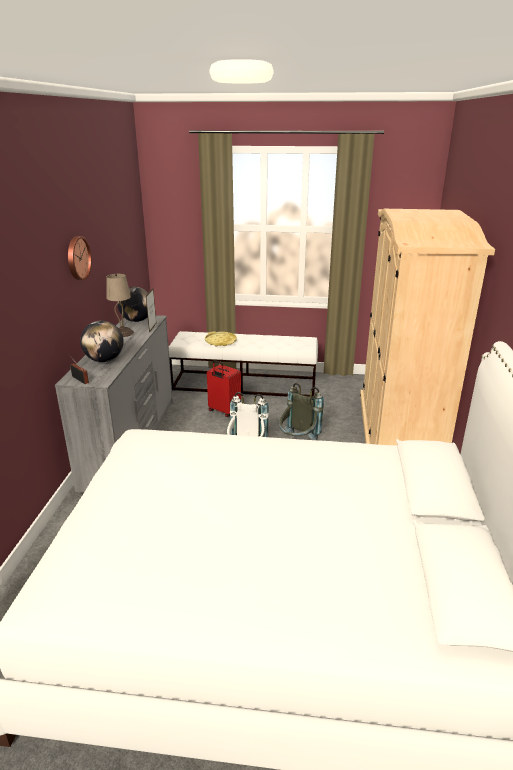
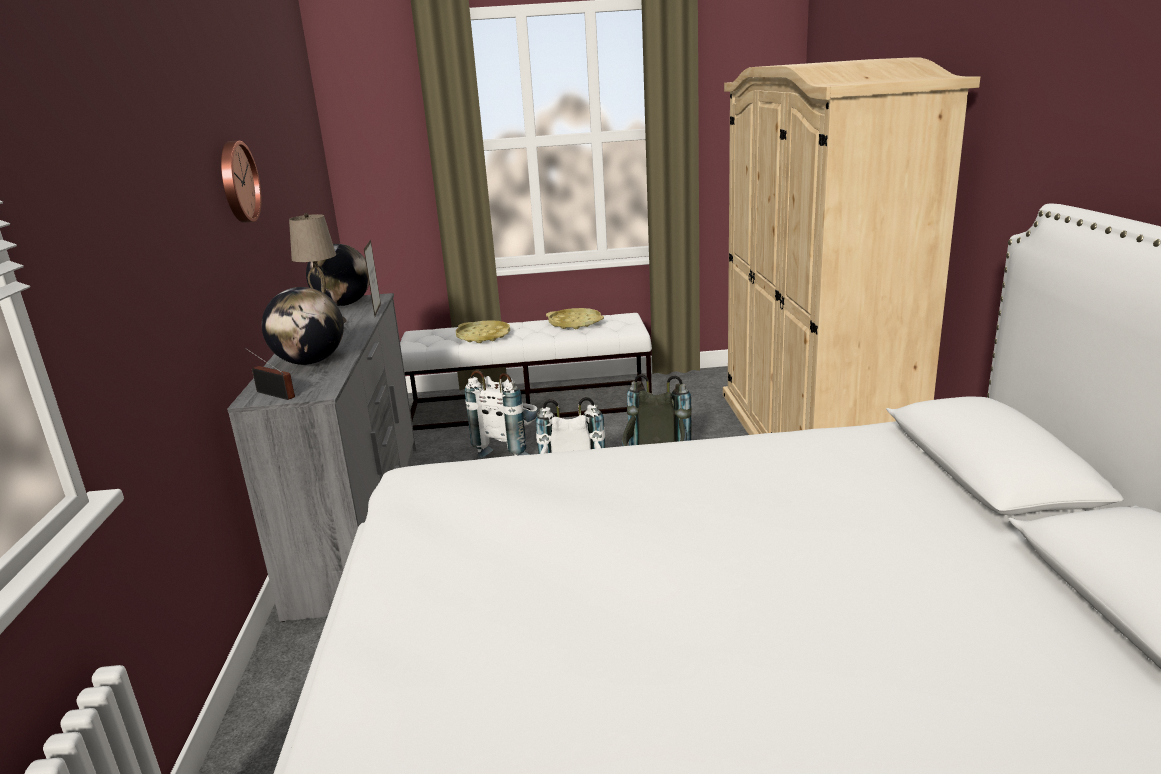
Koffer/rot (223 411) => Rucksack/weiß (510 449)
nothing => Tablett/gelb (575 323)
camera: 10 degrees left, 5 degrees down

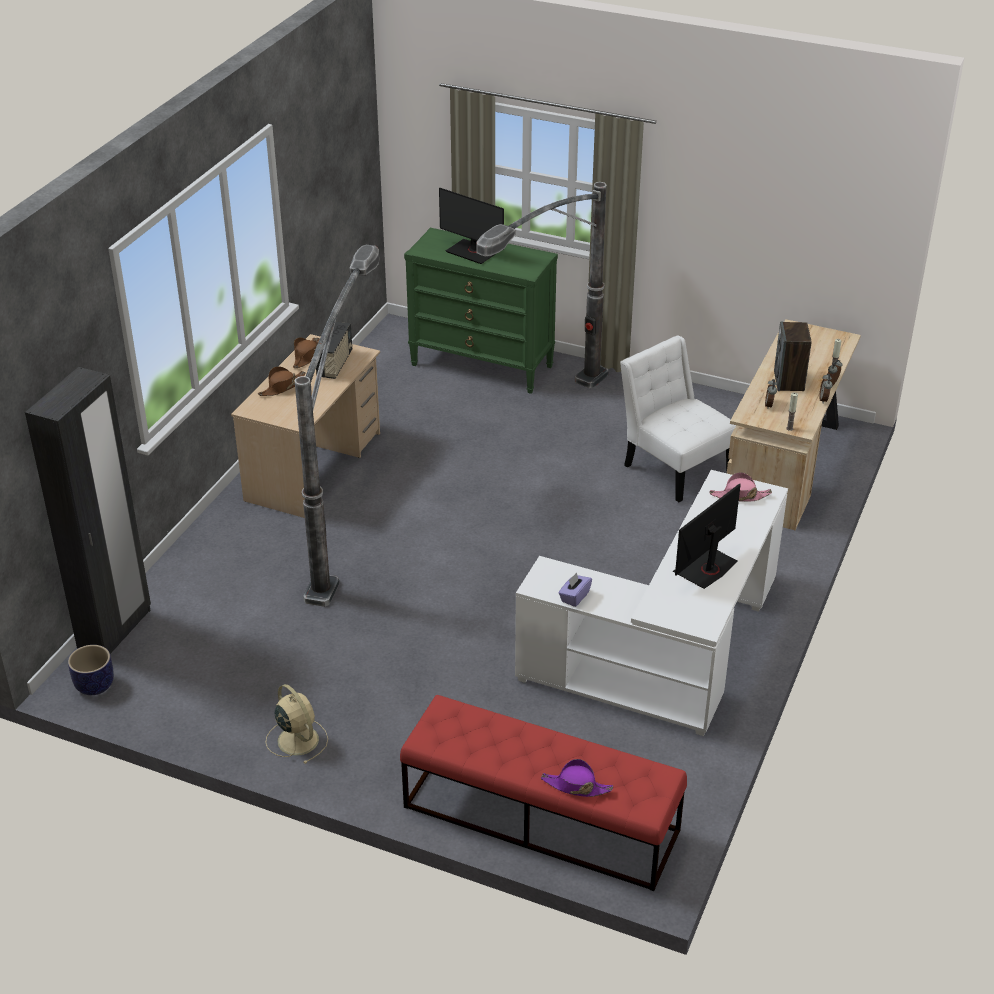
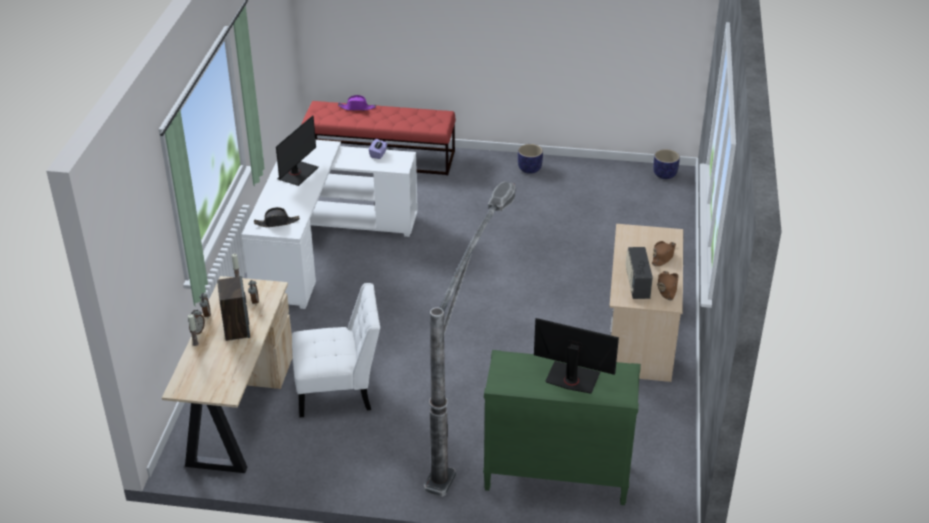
Kleiderschrank/schwarz (115 631) => nothing
Ventilator/beige (297 739) => Pflanzkübel (530 169)
Stehlampe (350 531) => nothing
Stuhl/weiß (674 466) => Stuhl/weiß (339 390), 45 degrees counterclockwise
Hut/rosa (739 496) => Hut/schwarz (277 222)
camera: 165 degrees right, 0 degrees up

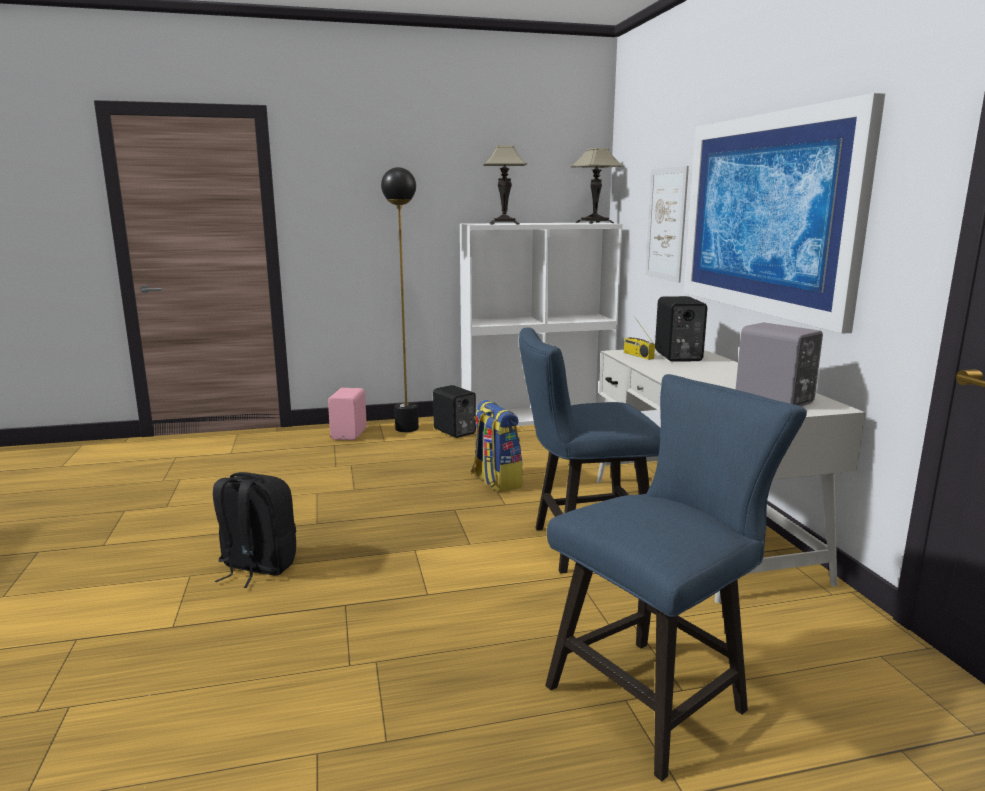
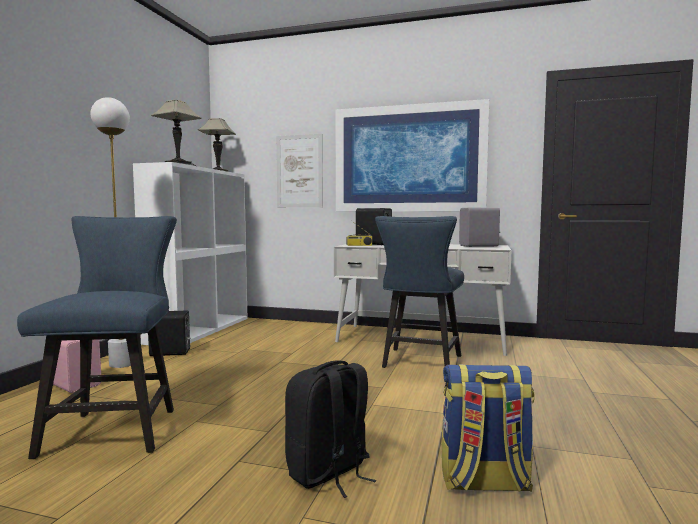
Stehlampe/schwarz (407 429) => Stehlampe/weiß (122 364)
Rucksack (495 481) => Rucksack (484 482), move
Stuhl/blau (656 695) => Stuhl/blau (116 427), move
camera: 60 degrees left, 10 degrees down

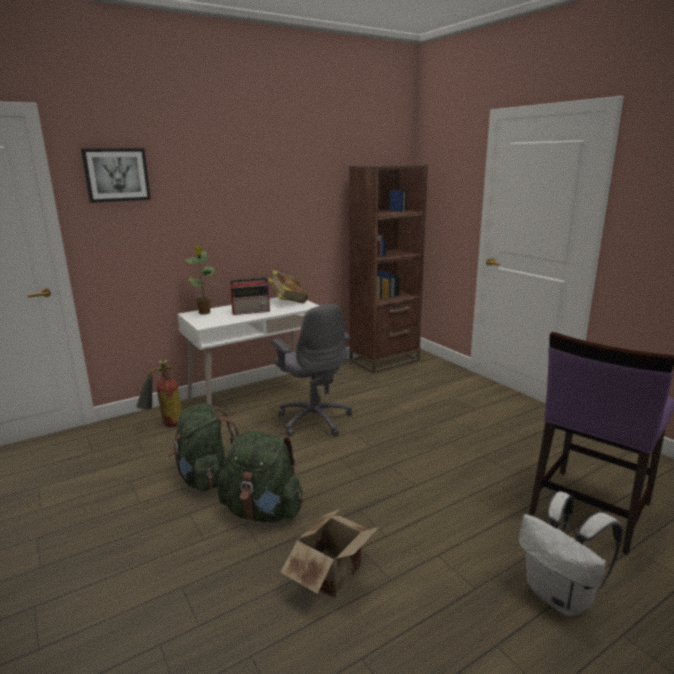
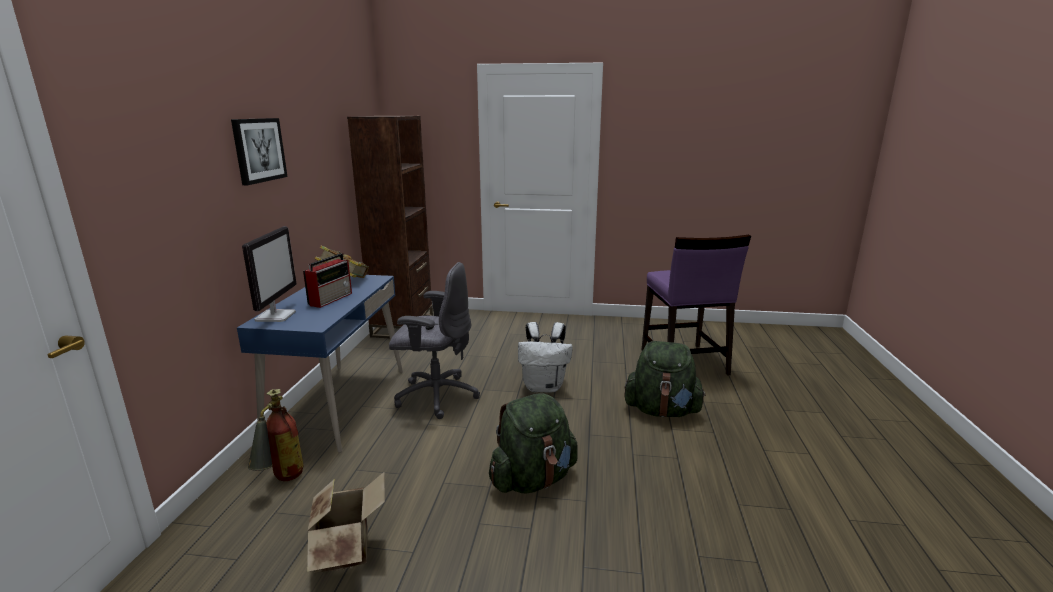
Bild (116 175) => Bild (258 150), move
Rucksack/grün (205 477) => Rucksack/grün (662 411), move
Schreibtisch/weiß (257 397) => Schreibtisch/blau (339 404)
Topfpflanze (204 313) => Monitor (275 316)
Karton (335 576) => Karton (348 549), move
Rucksack/weiß (560 596) => Rucksack/weiß (544 387), move
camera: 50 degrees left, 0 degrees up

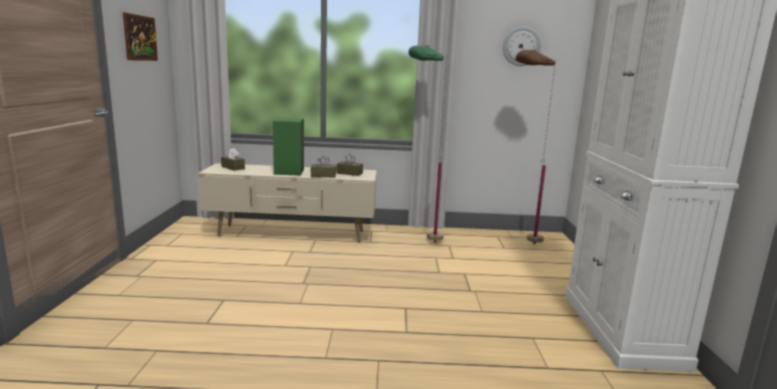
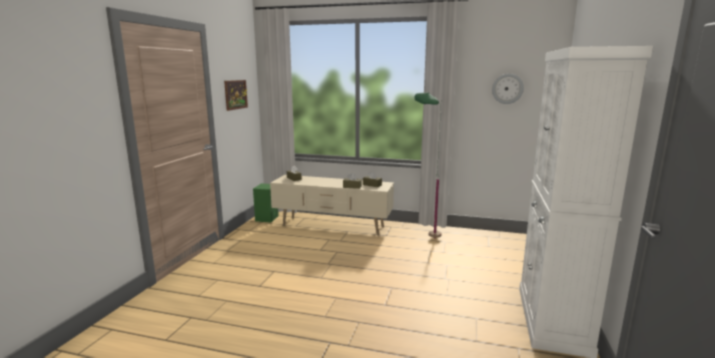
Lautsprecher/grün (289 171) => Lautsprecher/grün (267 218), move
Stehlampe/braun (519 243) => nothing
camera: 15 degrees right, 0 degrees up

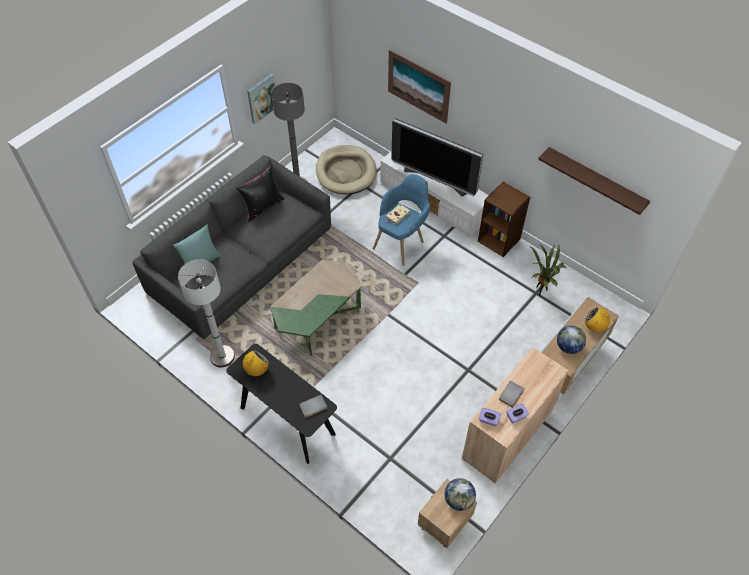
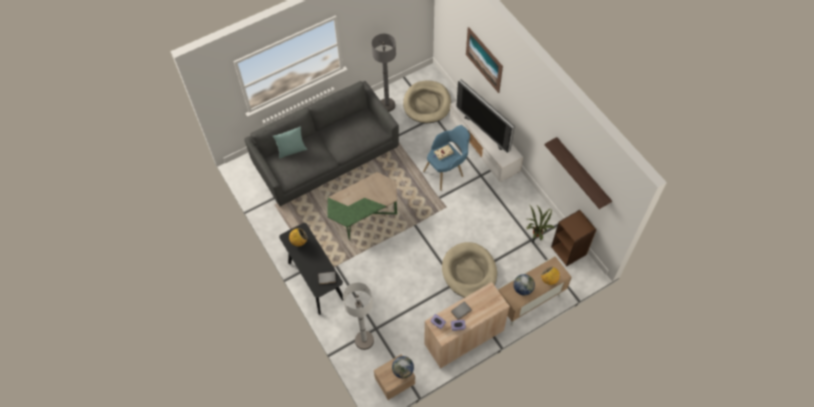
Stehlampe/weiß (222 356) => Stehlampe/weiß (364 340), move
Kissen/schwarz (262 206) => nothing
Bild (261 98) => nothing
Bücherregal/braun (499 240) => Bücherregal/braun (569 250), move
nothing => Hundebett/beige (469 272)
camera: 20 degrees right, 5 degrees up

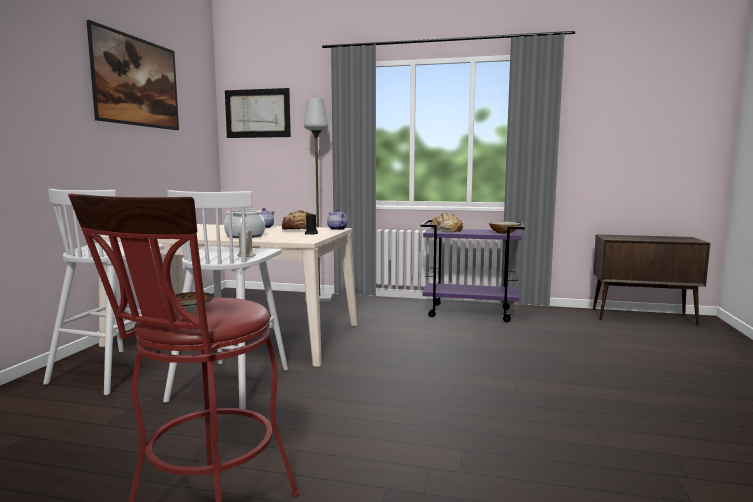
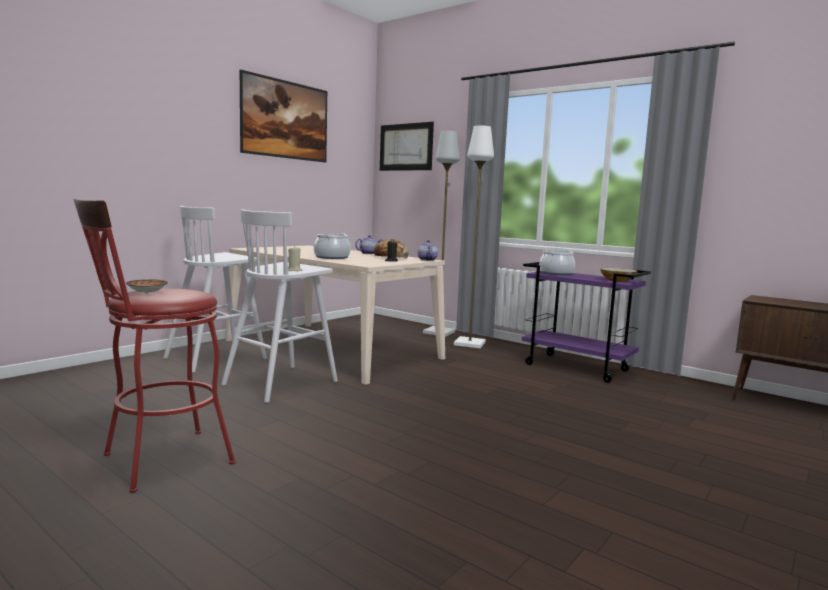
Brot (445 230) => Kochtopf (556 273)
nothing => Stehlampe/weiß (470 343)
camera: 25 degrees right, 0 degrees up

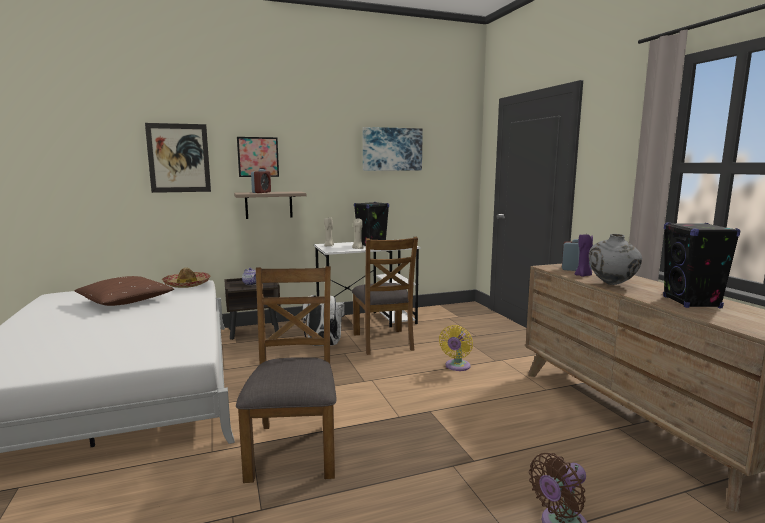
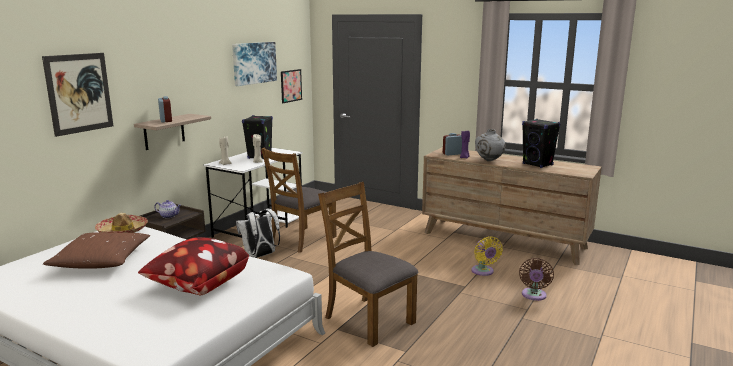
Bild (258 157) => Bild (291 86), move
Stuhl/braun (383 341) => Stuhl/braun (302 239), 90 degrees clockwise
Ventilator/gelb (456 367) => Ventilator/gelb (483 272), move
nothing => Kissen (197 286)
camera: 40 degrees left, 5 degrees up

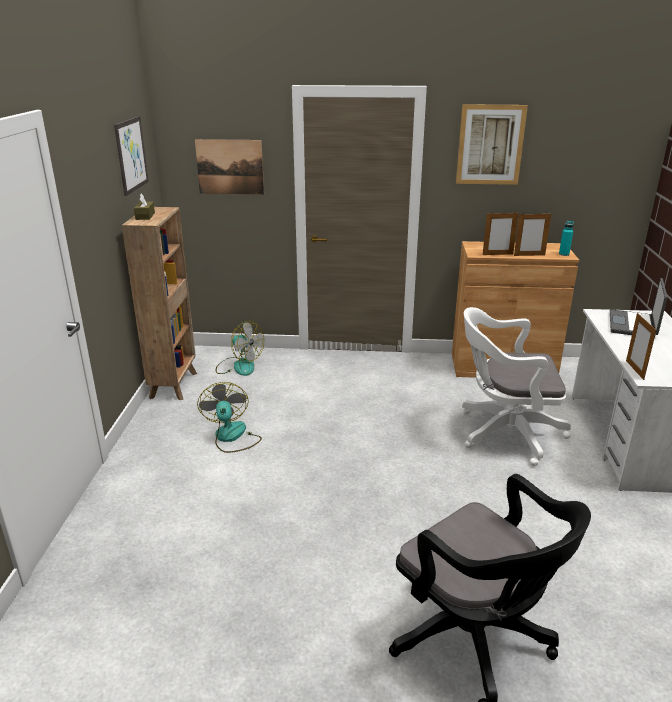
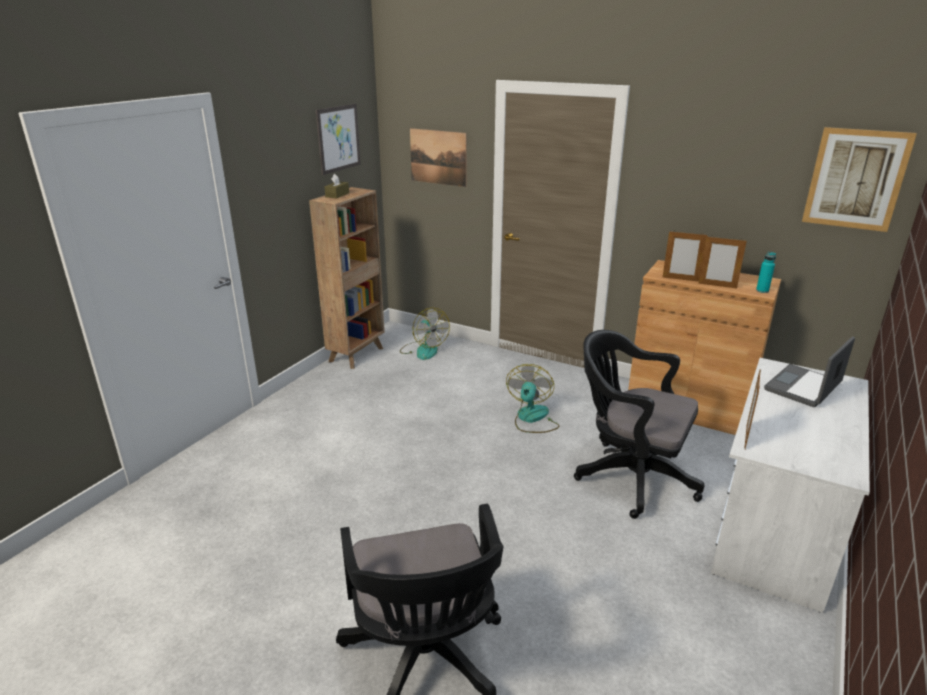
Ventilator (232 437) => Ventilator (532 419), move
Bild (490 145) => Bild (855 179), move
Bürostuhl/weiß (504 433) => Bürostuhl/schwarz (629 476)
camera: 25 degrees right, 0 degrees up

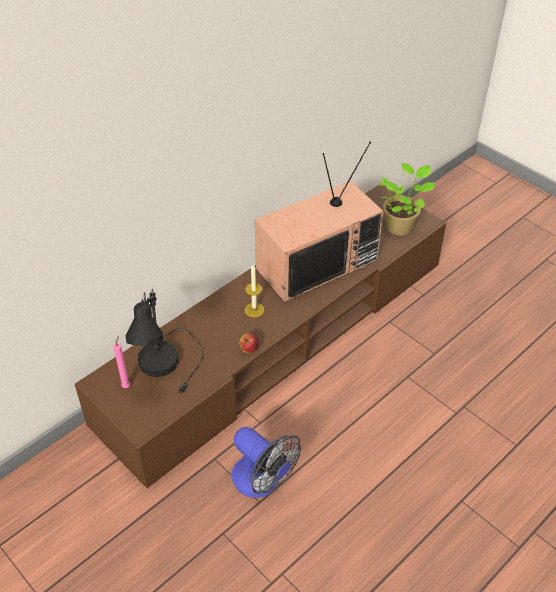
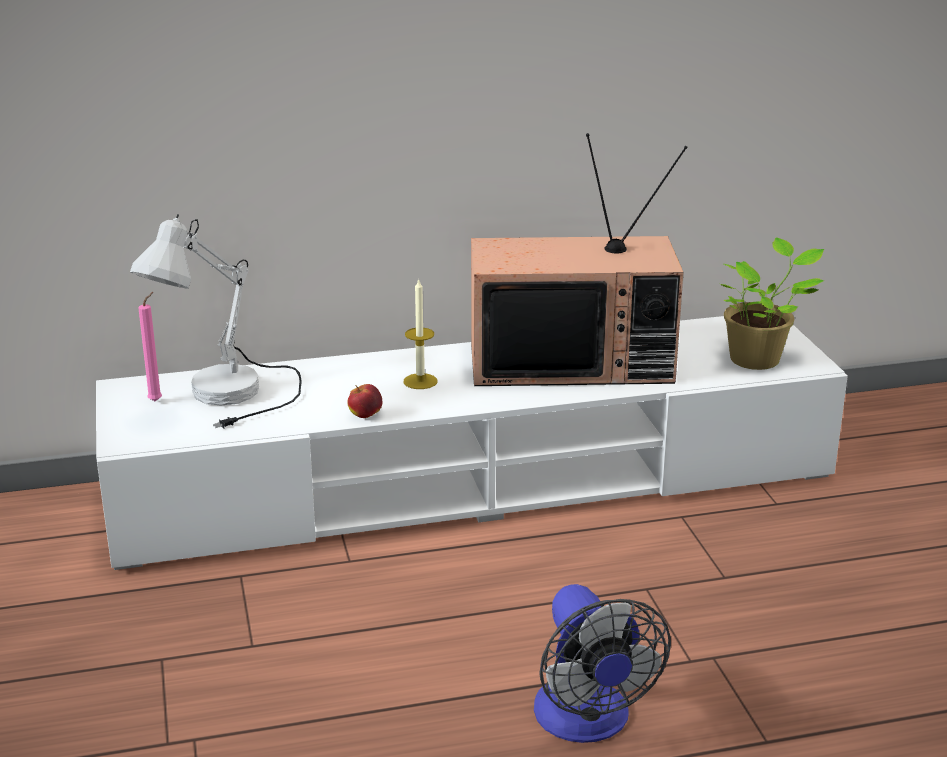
Fernsehschrank/braun (278 340) => Fernsehschrank/weiß (475 483)
Tischlampe/schwarz (169 368) => Tischlampe/weiß (233 401)
Ventilator (262 482) => Ventilator (588 722), move
camera: 30 degrees right, 20 degrees down

